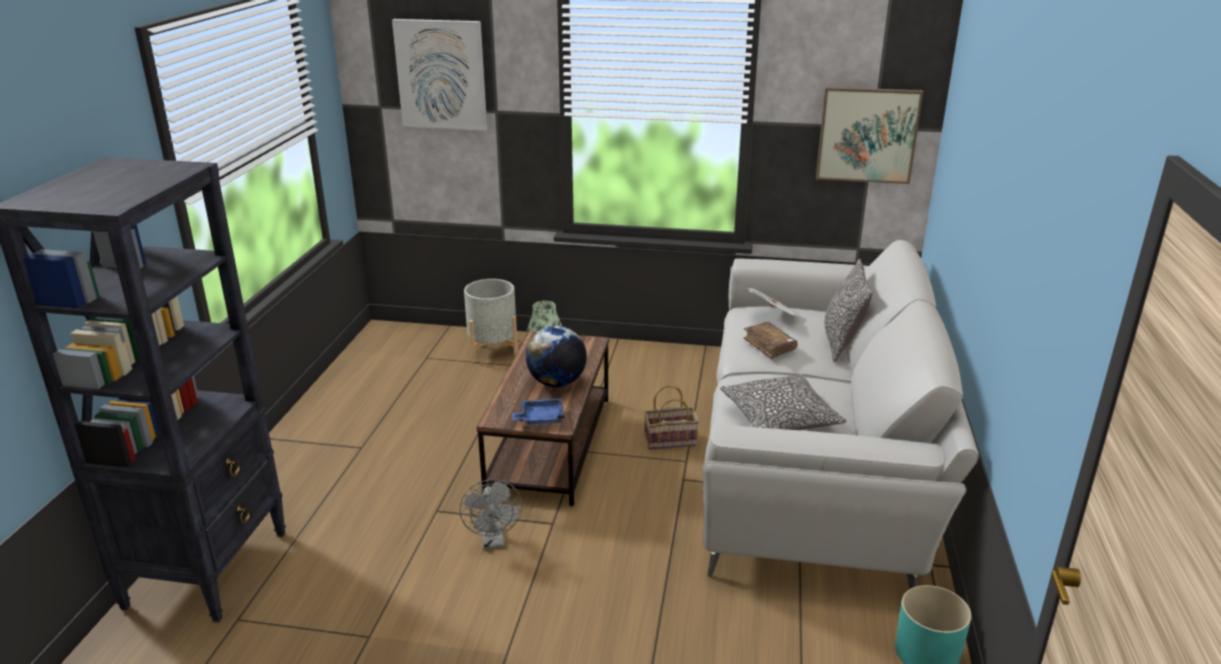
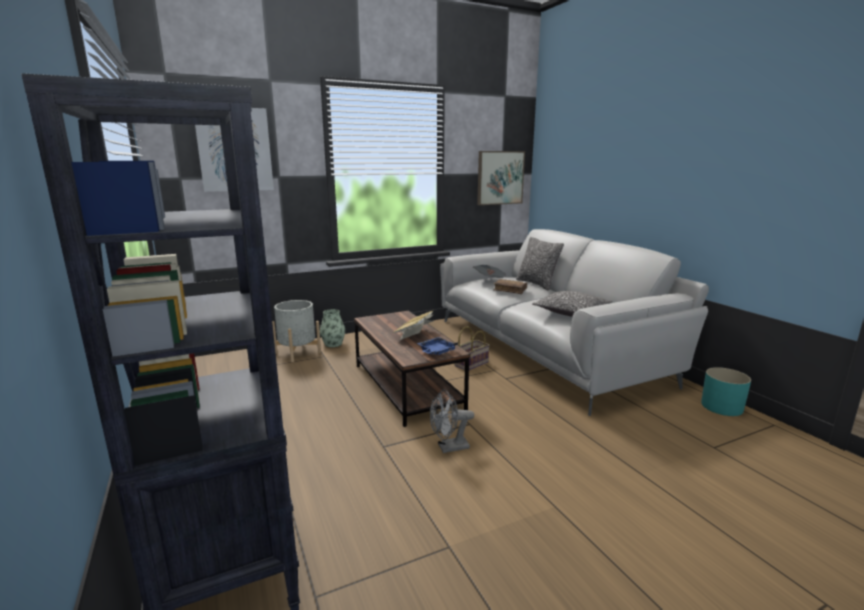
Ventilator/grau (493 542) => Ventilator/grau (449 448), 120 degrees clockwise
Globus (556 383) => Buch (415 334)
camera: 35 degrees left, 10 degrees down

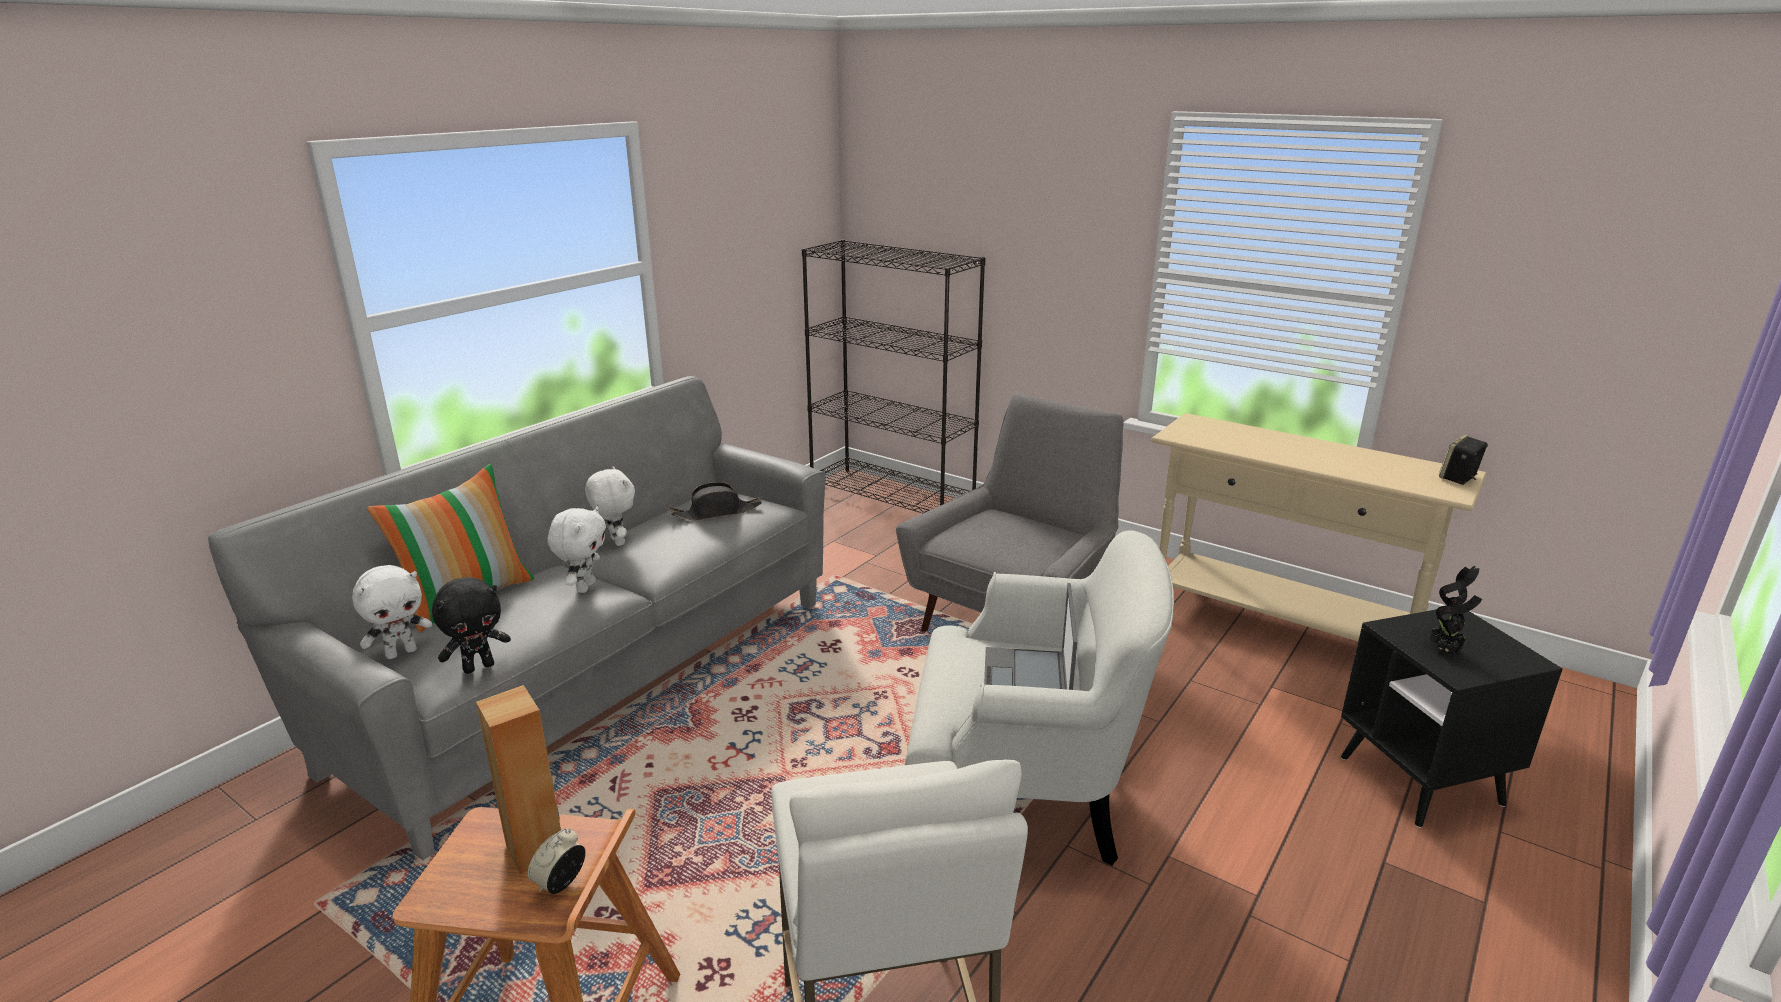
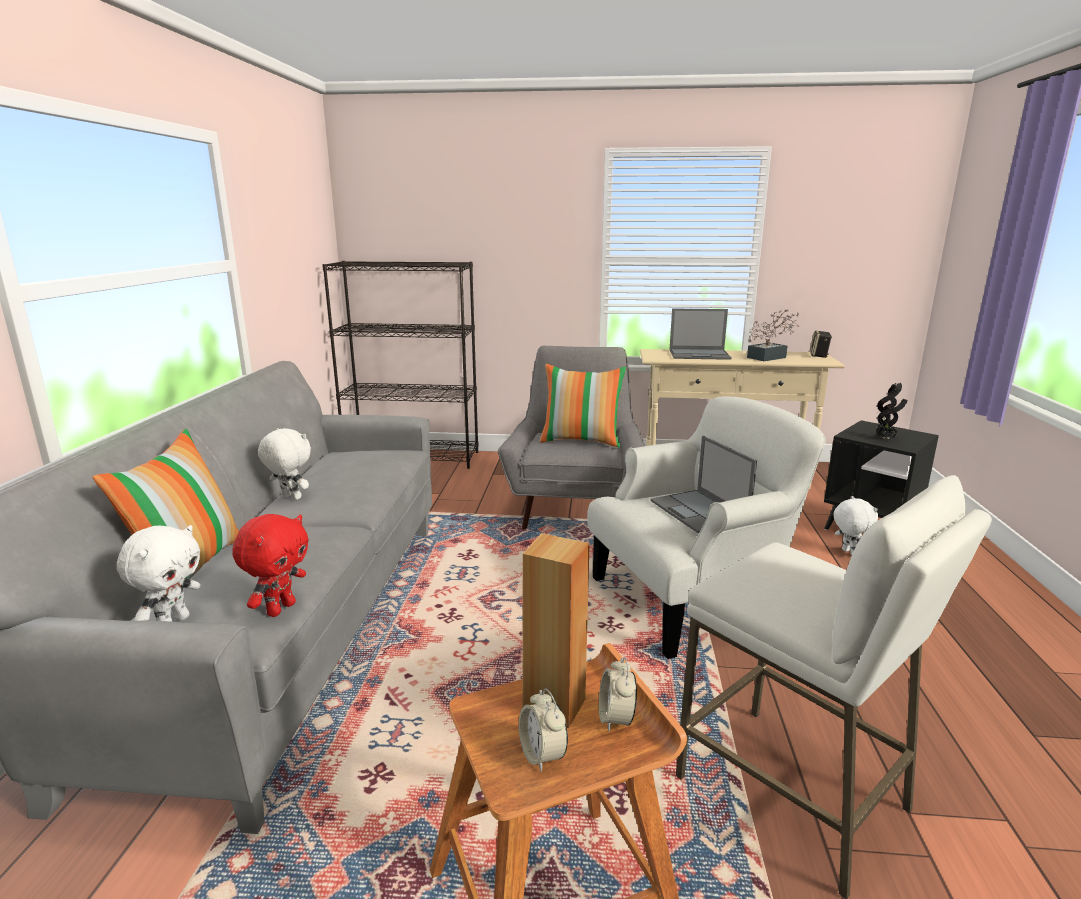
Plüschtier/schwarz (479 667) => Plüschtier/rot (280 608)
Plüschtier/weiß (585 587) => Plüschtier/weiß (848 553), move
Hut/schwarz (716 512) => nothing
nothing => Wecker (542 755)
nothing => Kissen (581 440)
nothing => Laptop (700 354)
nothing => Topfpflanze (770 357)
camera: 30 degrees left, 5 degrees down

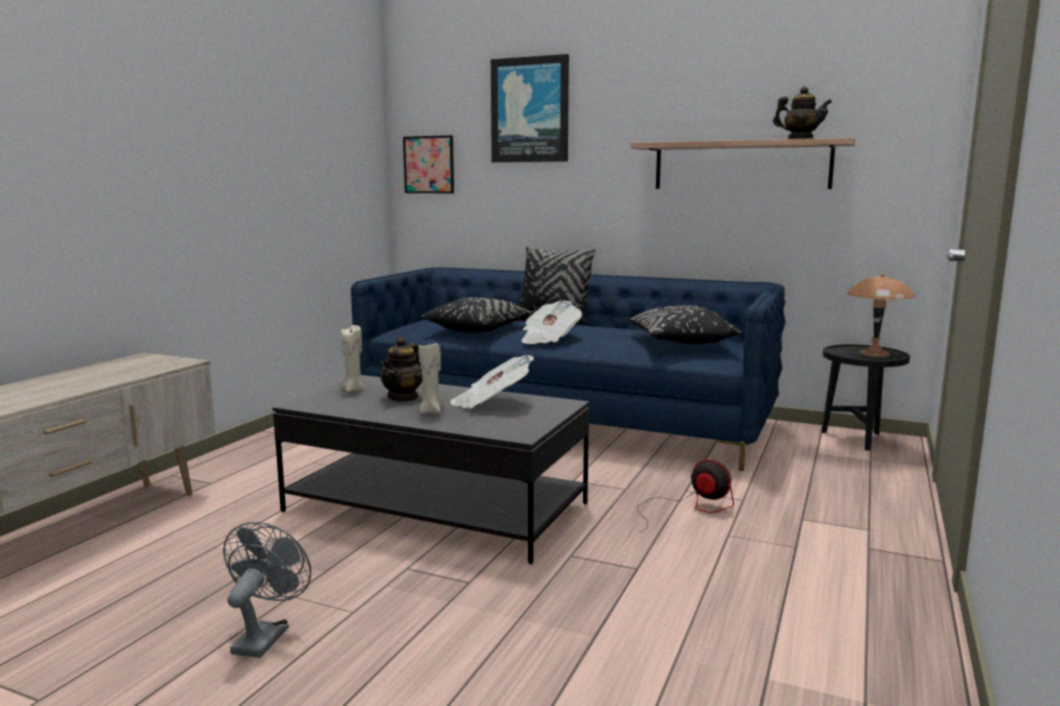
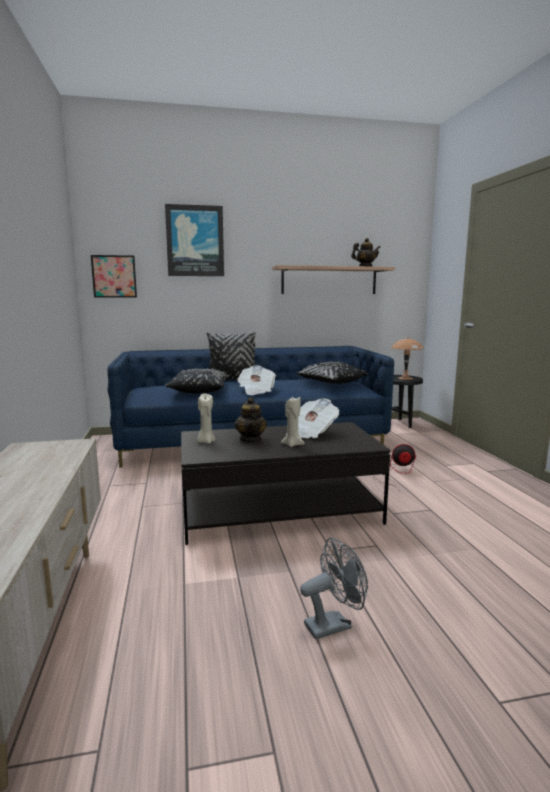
Ventilator/grau (265 635) => Ventilator/grau (333 624), 90 degrees clockwise
camera: 35 degrees left, 0 degrees up

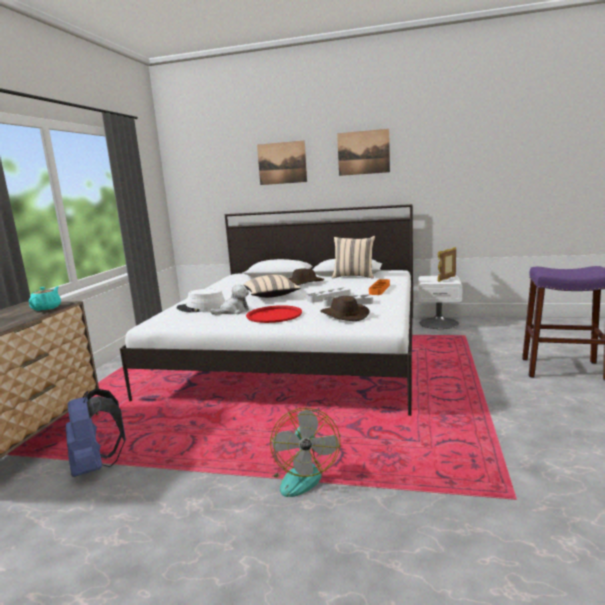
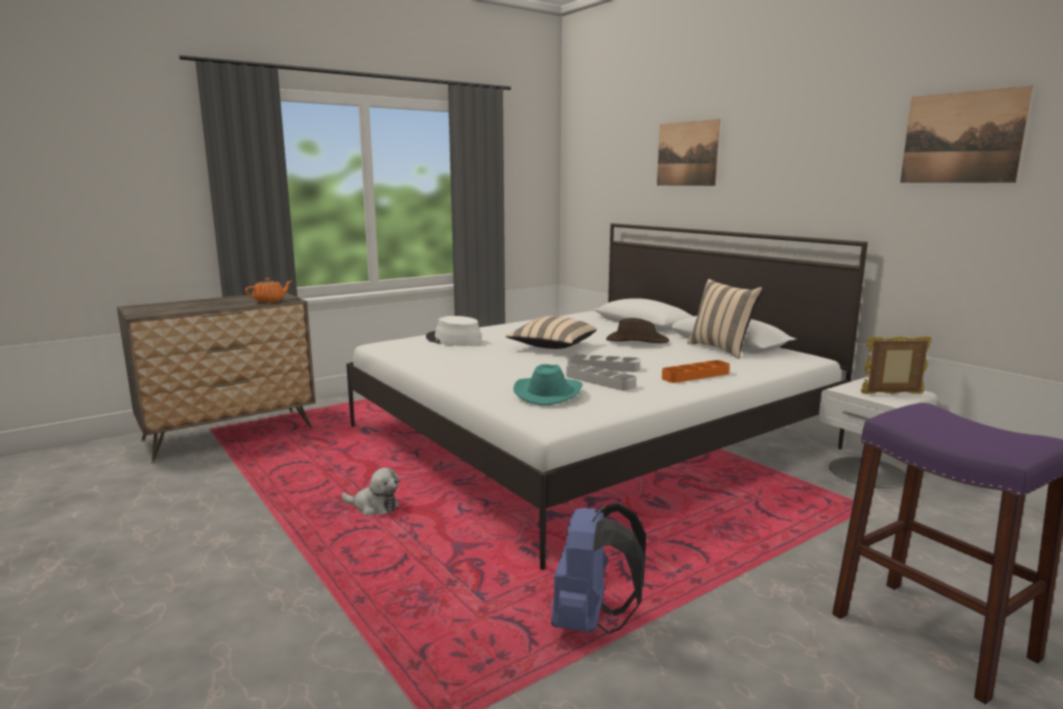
Teekanne/türkis (47 308) => Teekanne/orange (270 301)
Rucksack/blau (96 466) => Rucksack/blau (591 622), move
Plüschtier (233 311) => Plüschtier (374 507), move
Tablett/rot (274 315) => nothing
Ventilator (300 474) => nothing
Hut/braun (343 315) => Hut/türkis (548 393)
Bild (363 152) => Bild (961 137), move
camera: 40 degrees right, 0 degrees up

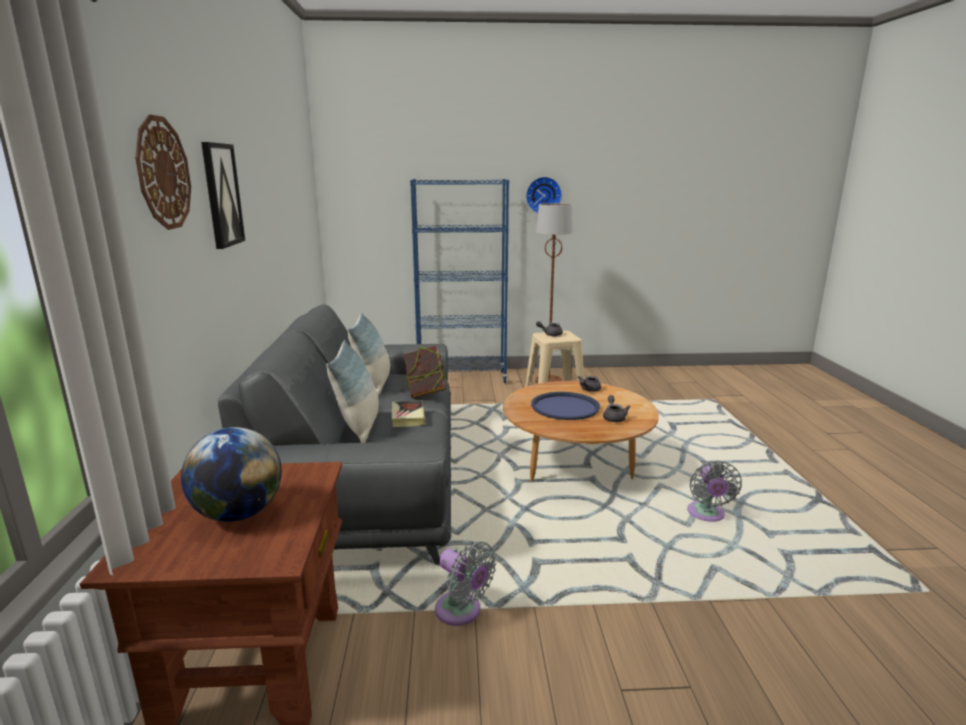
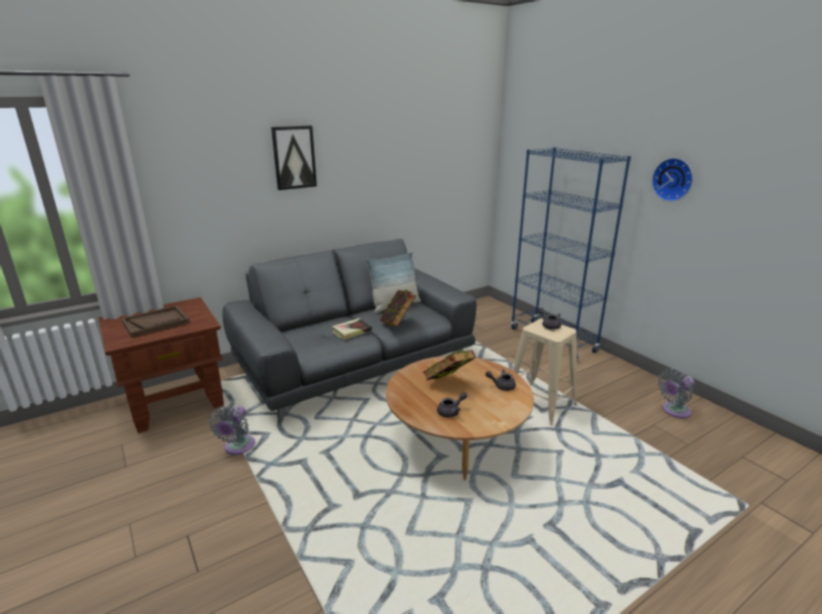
Wanduhr (163 173) => nothing
Globus (238 514) => Tablett/braun (156 323)
Kissen (359 426) => nothing
Tablett/blau (565 407) => Buch (448 384)
Stehlampe/braun (548 381) => nothing
Ventilator/grau (706 515) => Ventilator/grau (674 411), move
camera: 60 degrees right, 5 degrees up

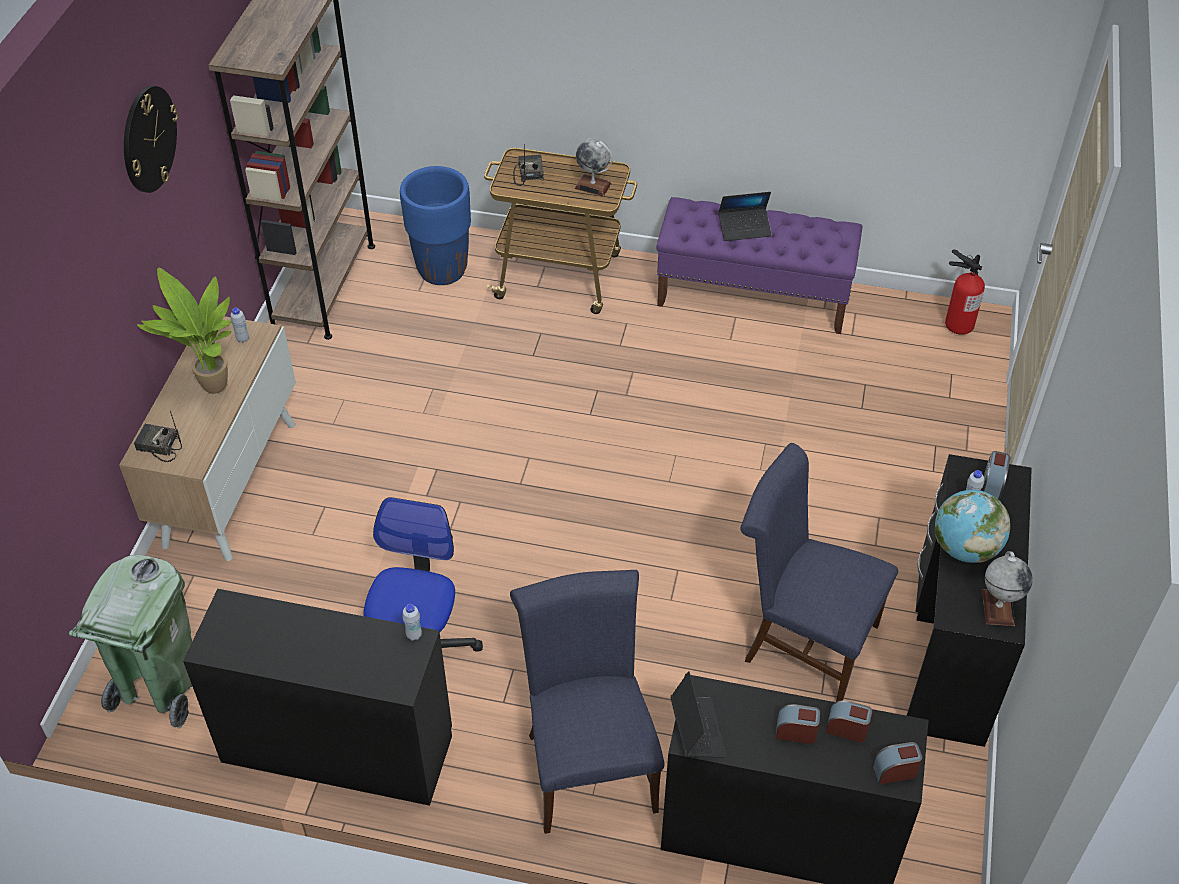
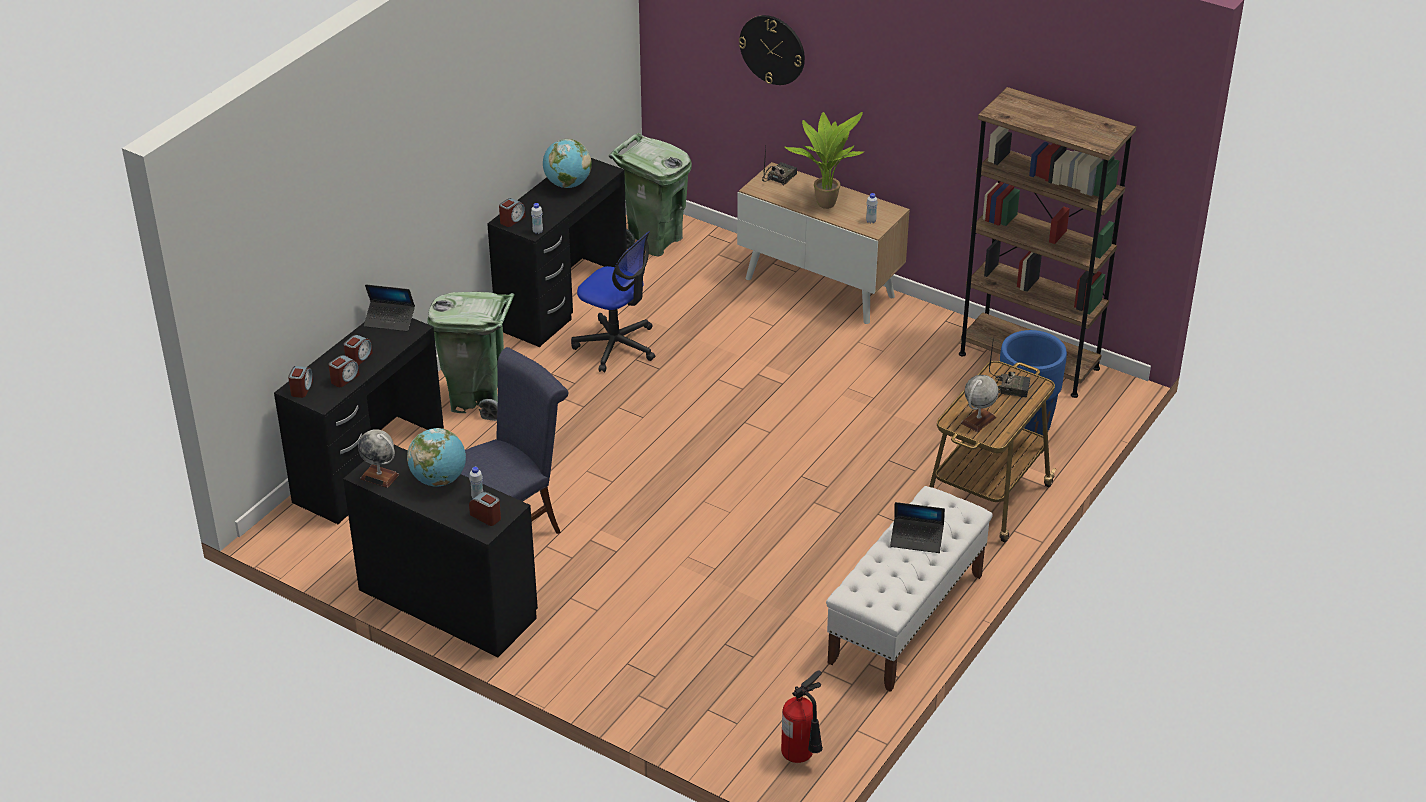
Wanduhr (148 139) => Wanduhr (772 49), move
Stuhl/blau (588 764) => Mülleimer/grün (478 399)
Bank/lila (754 297) => Bank/weiß (906 619)
Laptop (744 228) => Laptop (916 539), 90 degrees counterclockwise
nothing => Wecker (512 220)
nothing => Globus (567 184)
camera: 110 degrees right, 10 degrees down

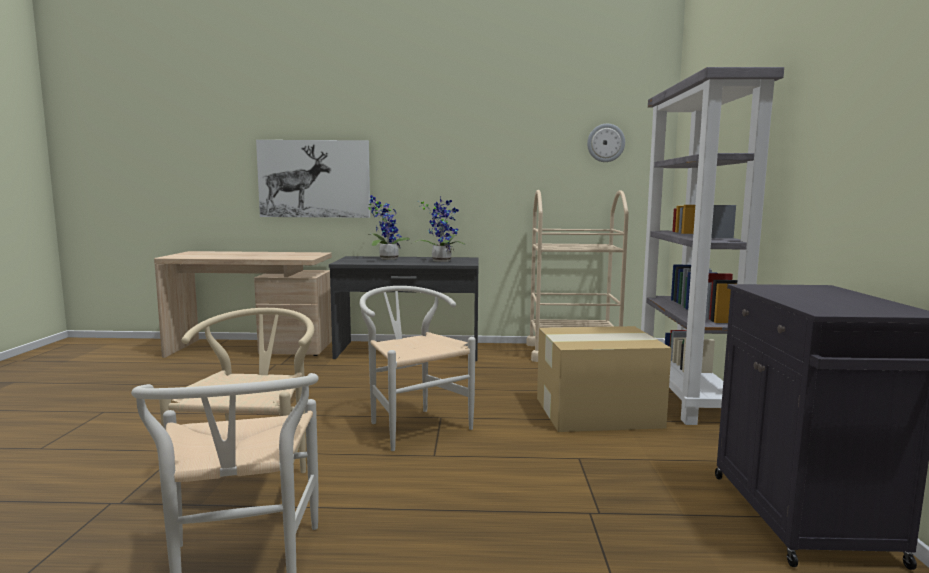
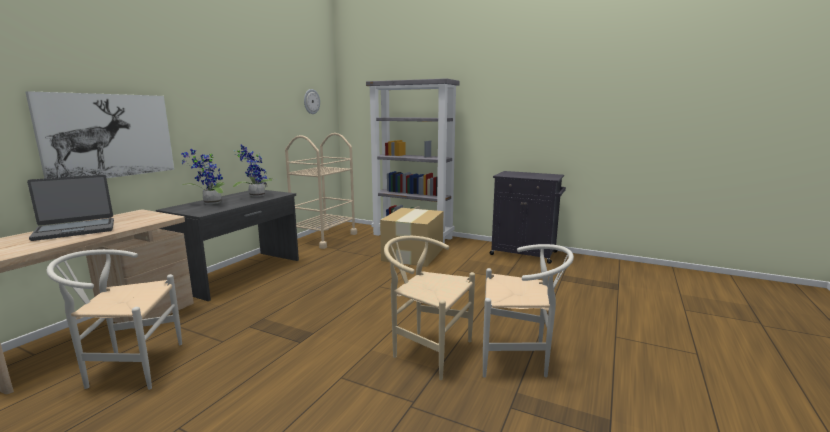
Stuhl/weiß (413 425) => Stuhl/weiß (128 368), move
nothing => Laptop (75 230)
camera: 65 degrees left, 5 degrees up

